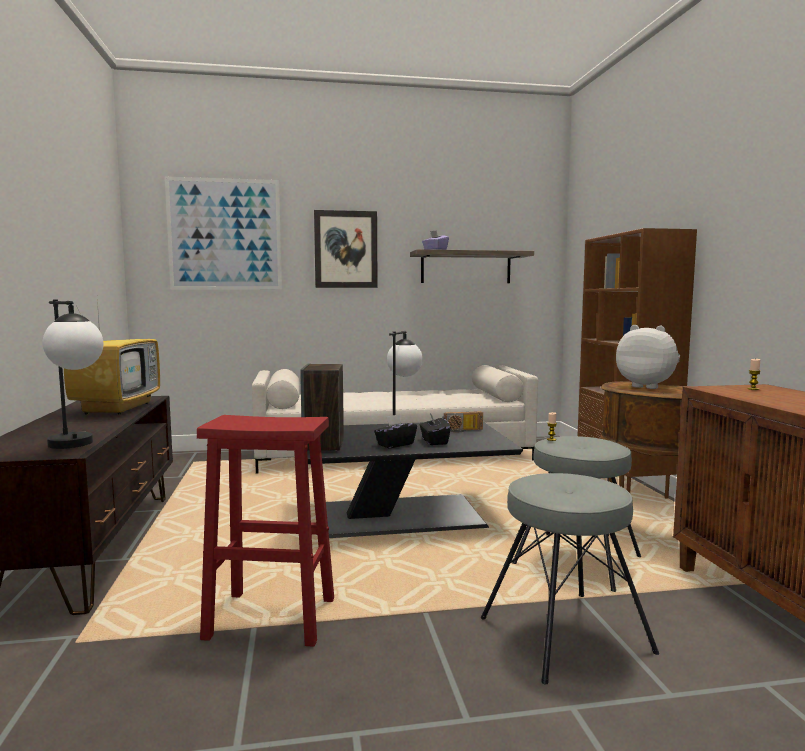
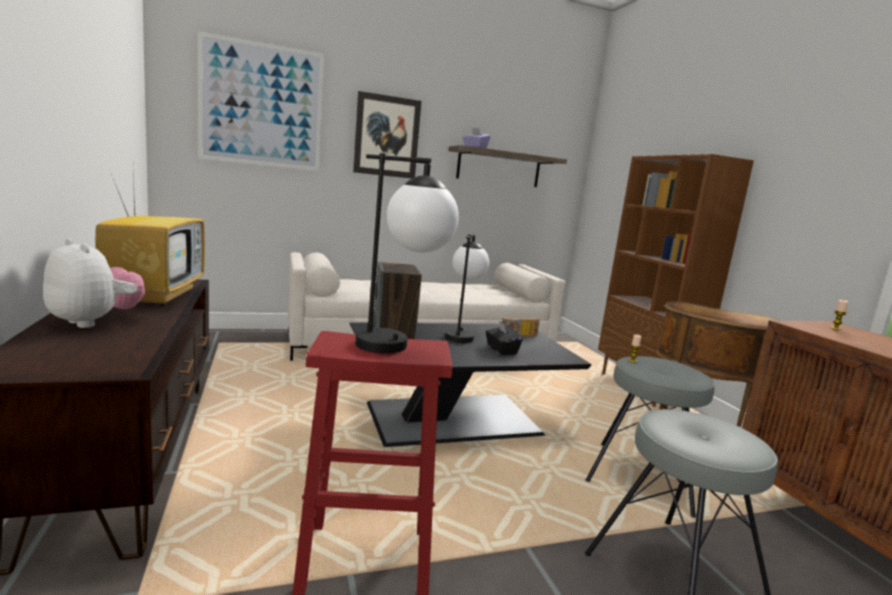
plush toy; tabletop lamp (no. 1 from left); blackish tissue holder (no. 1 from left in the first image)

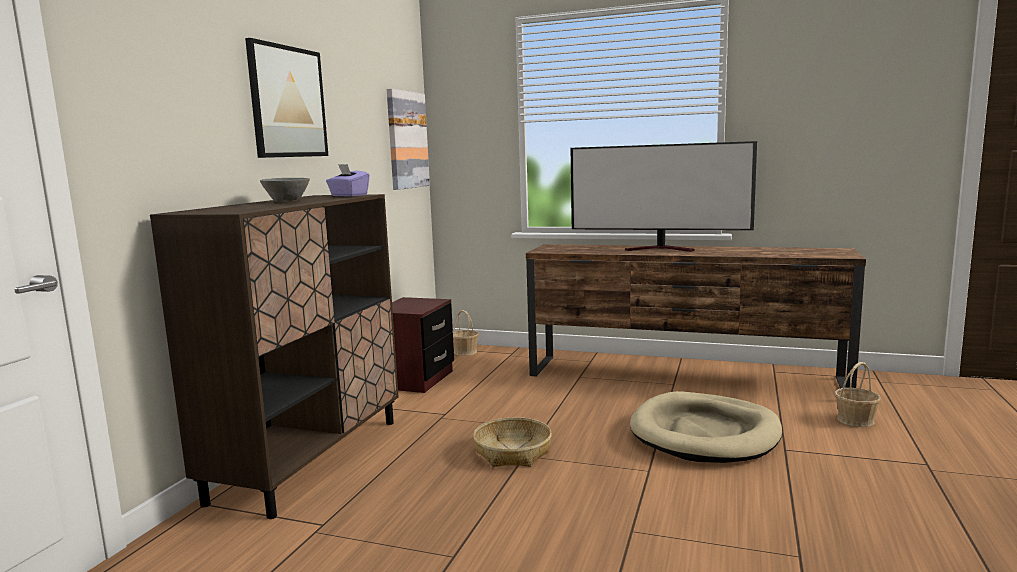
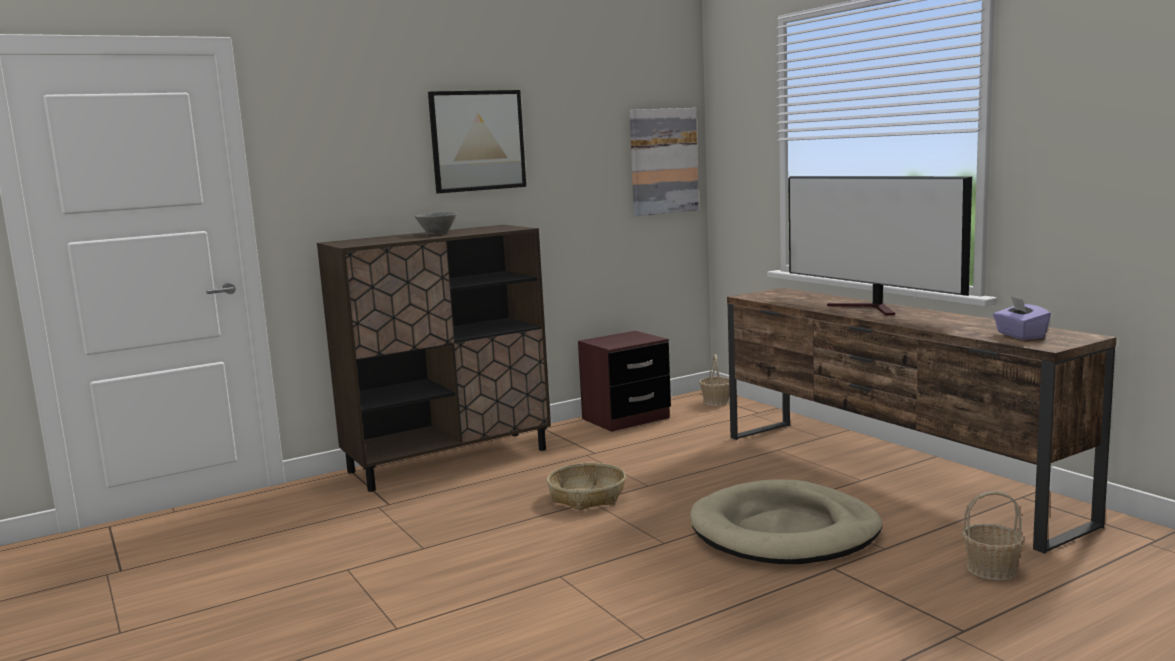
purplish tissue holder

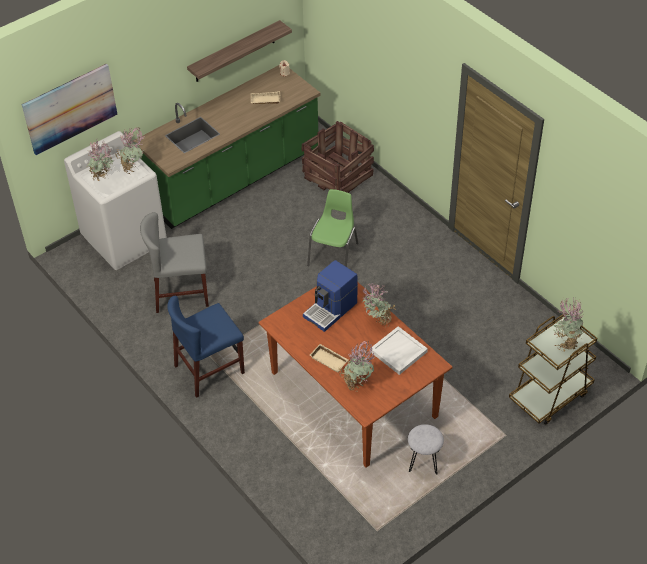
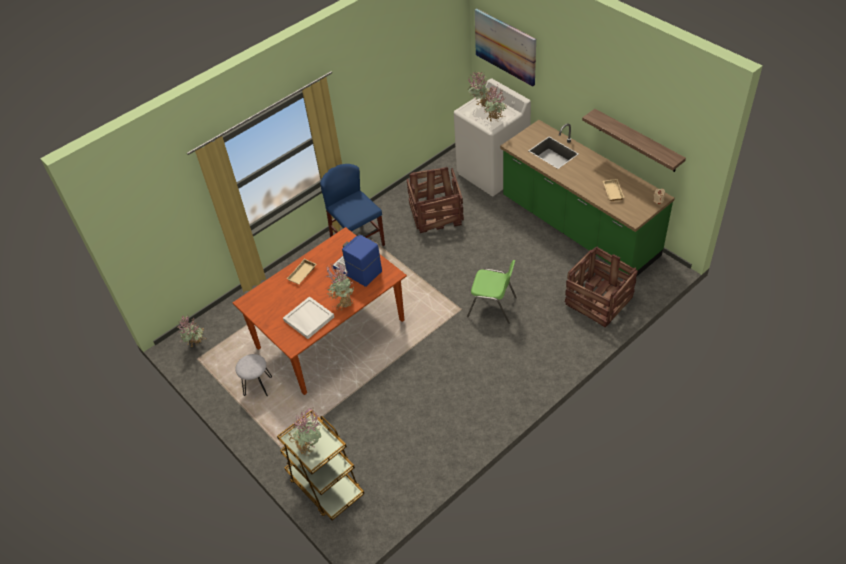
potted plant (no. 1 from left); crate (no. 1 from left)

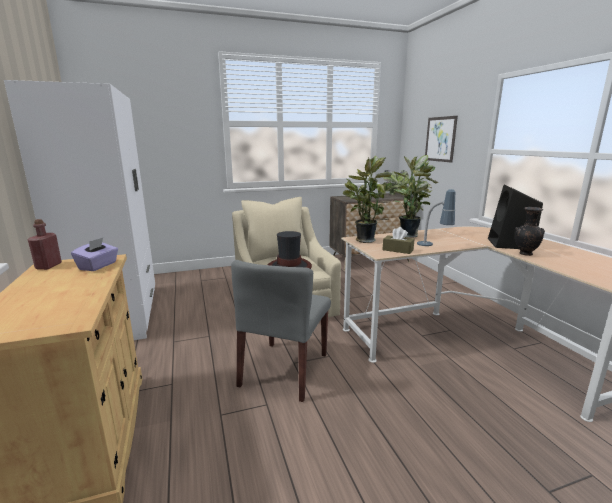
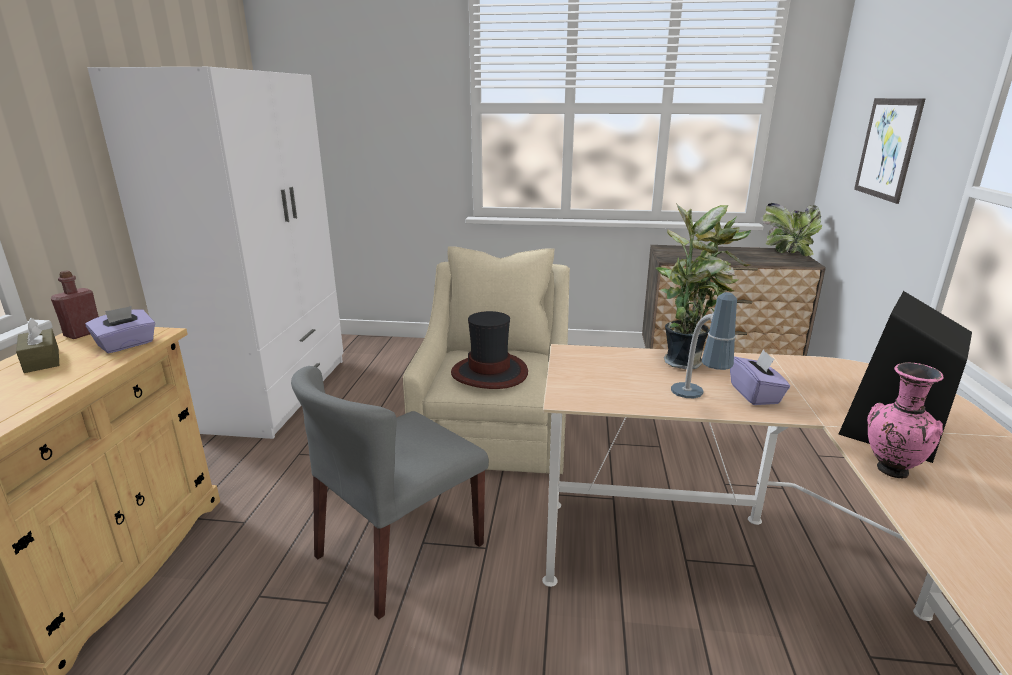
brown tissue holder; purplish tissue holder (no. 2 from left); pink flower vase; potted plant (no. 1 from left in the first image)

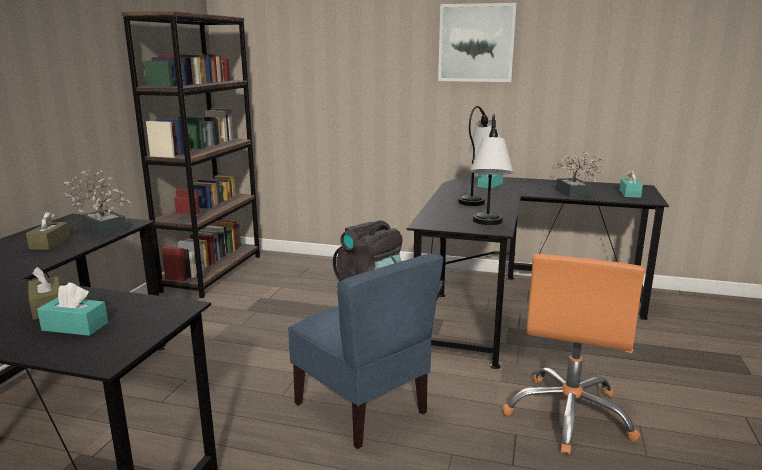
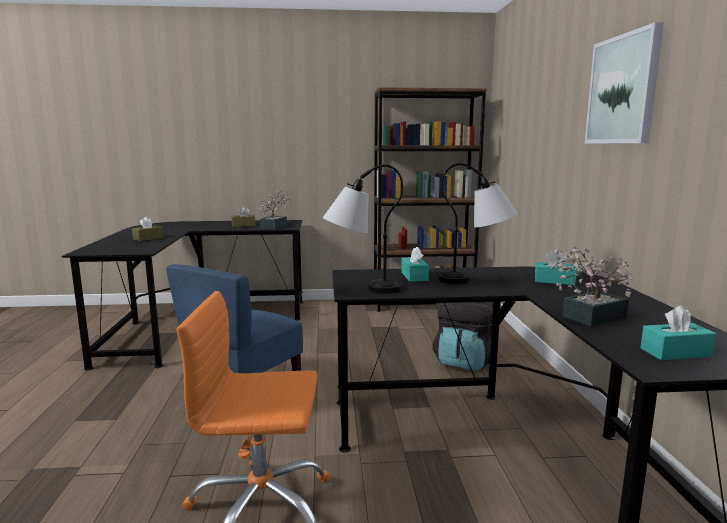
turquoise tissue holder (no. 1 from left)

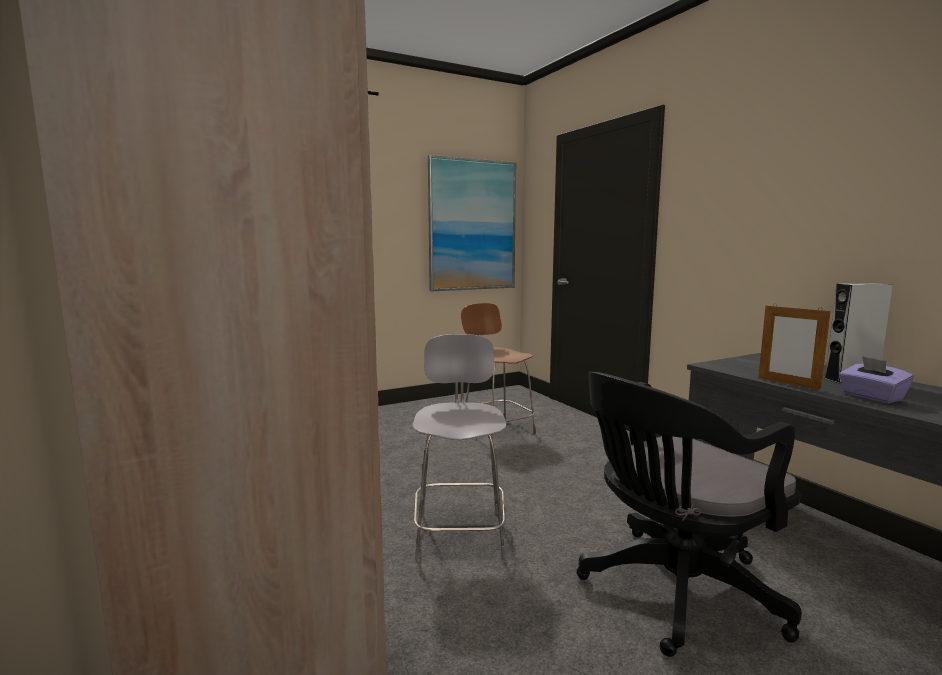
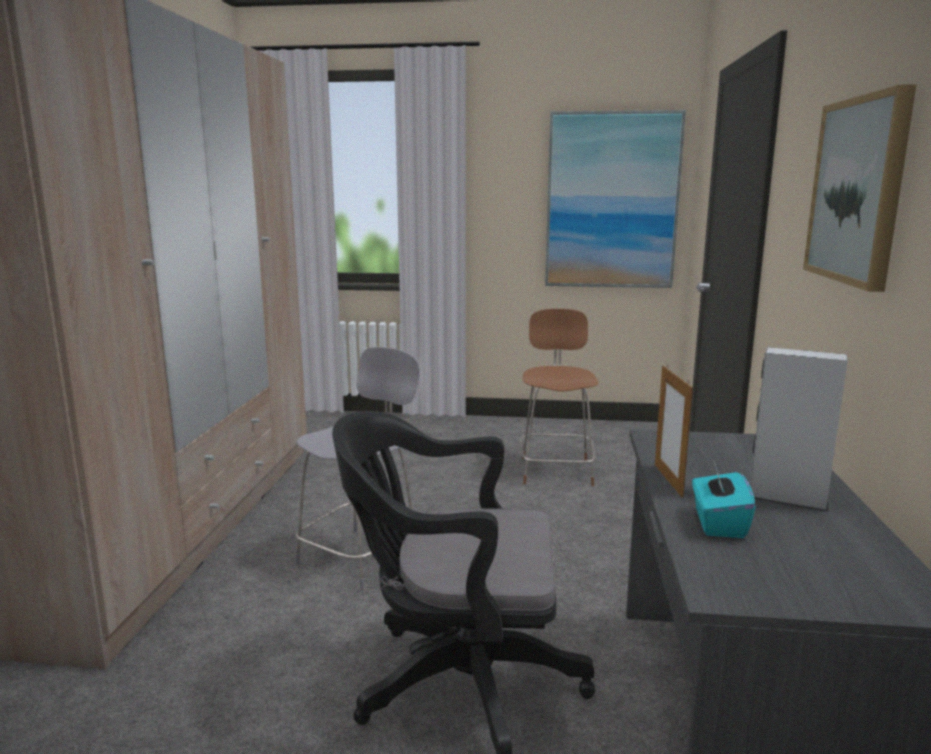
turquoise tissue holder; wall picture (no. 2 from left)

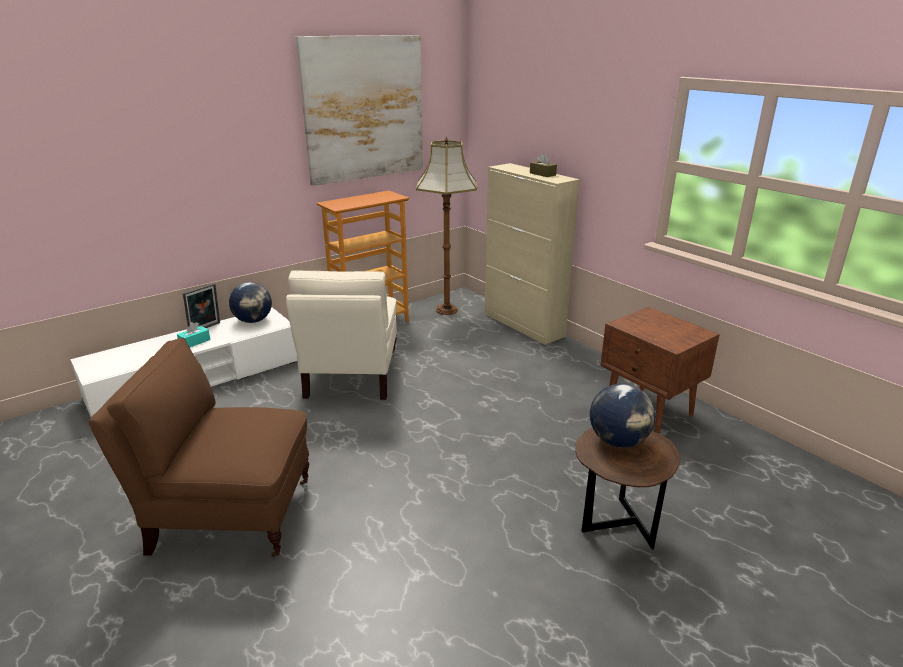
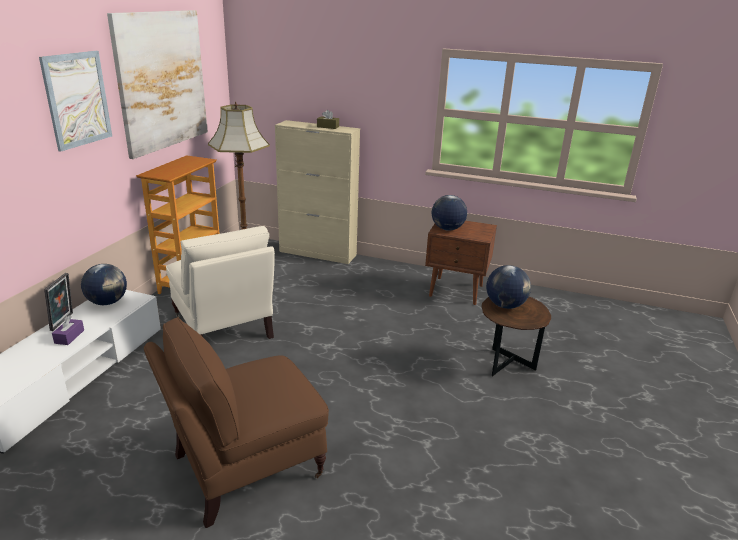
wall picture (no. 1 from left); purplish tissue holder; world globe (no. 2 from left)

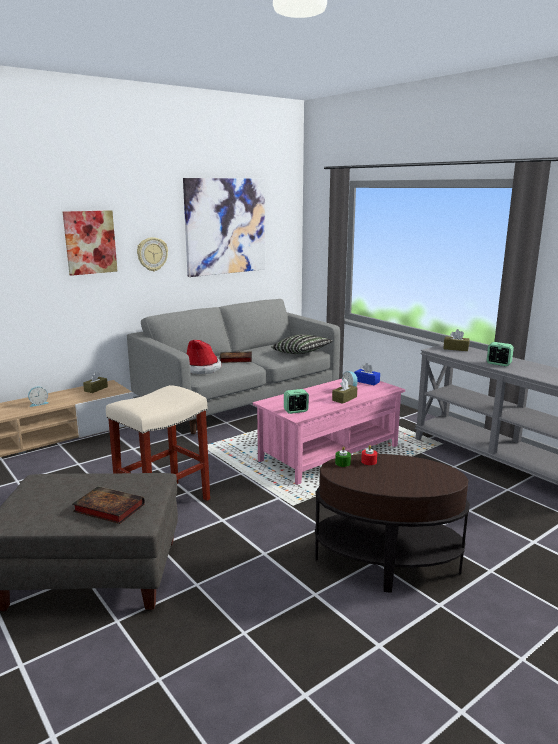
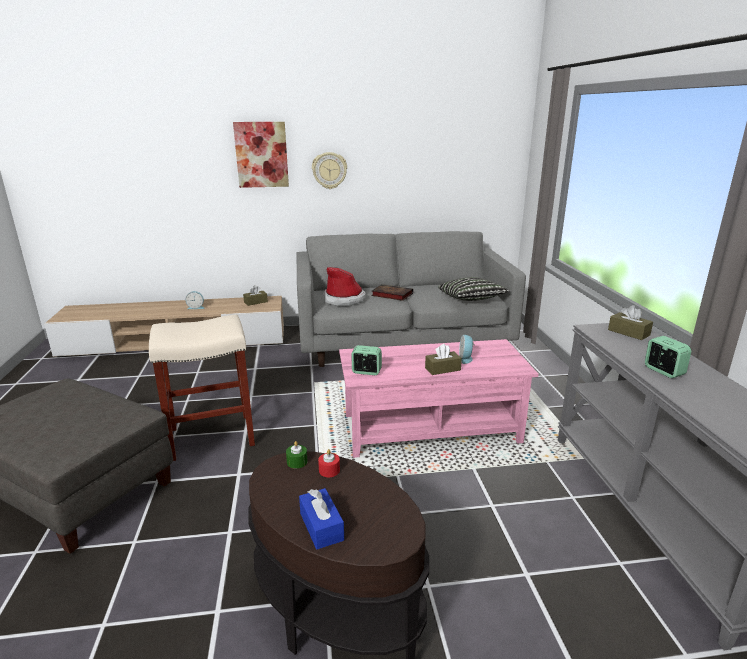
bluish tissue holder; book (no. 1 from left in the first image); wall picture (no. 2 from left in the first image)

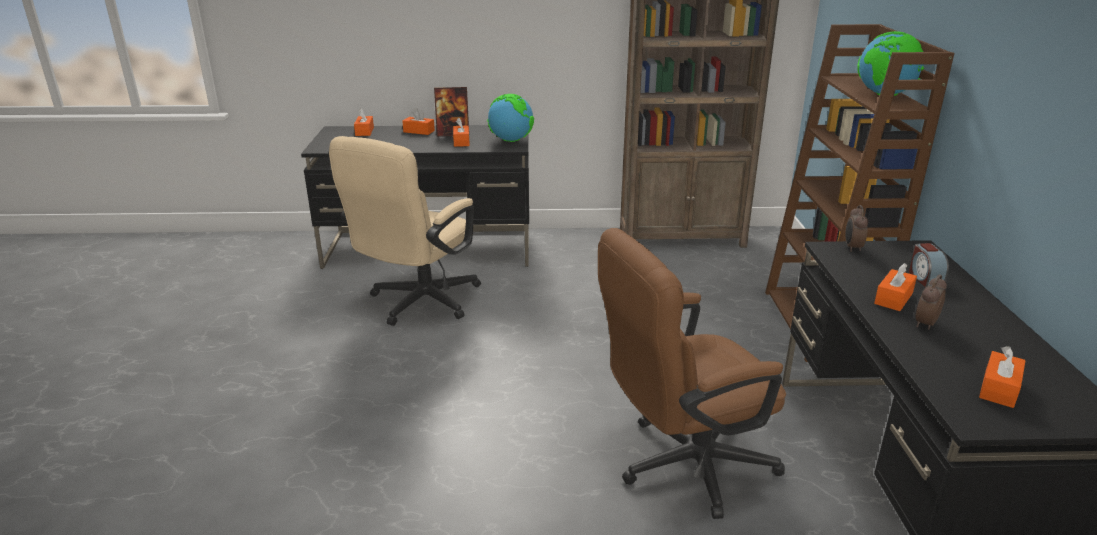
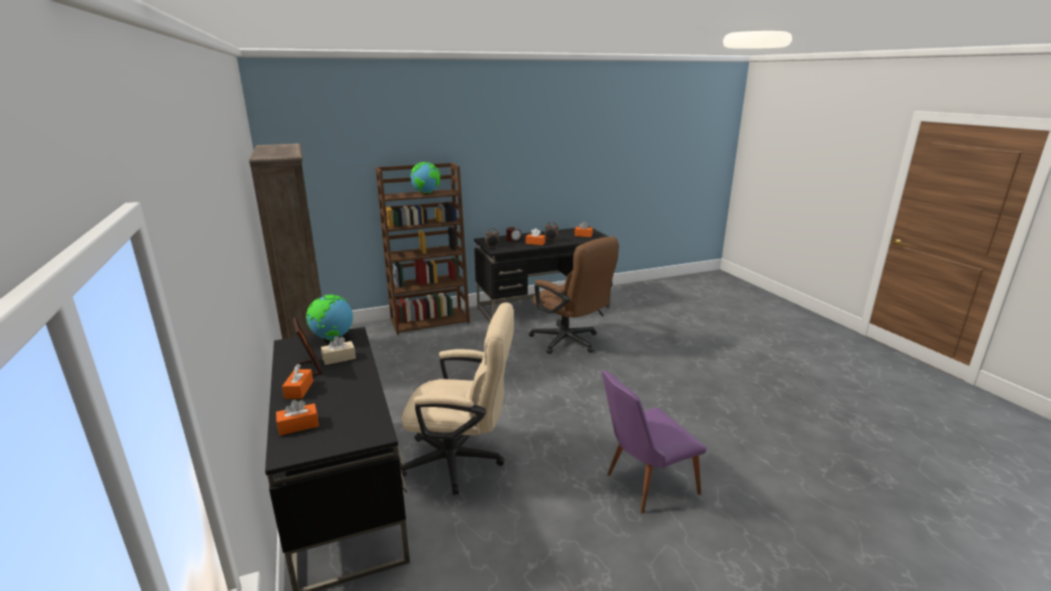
sand-coloured tissue holder; purplish chair

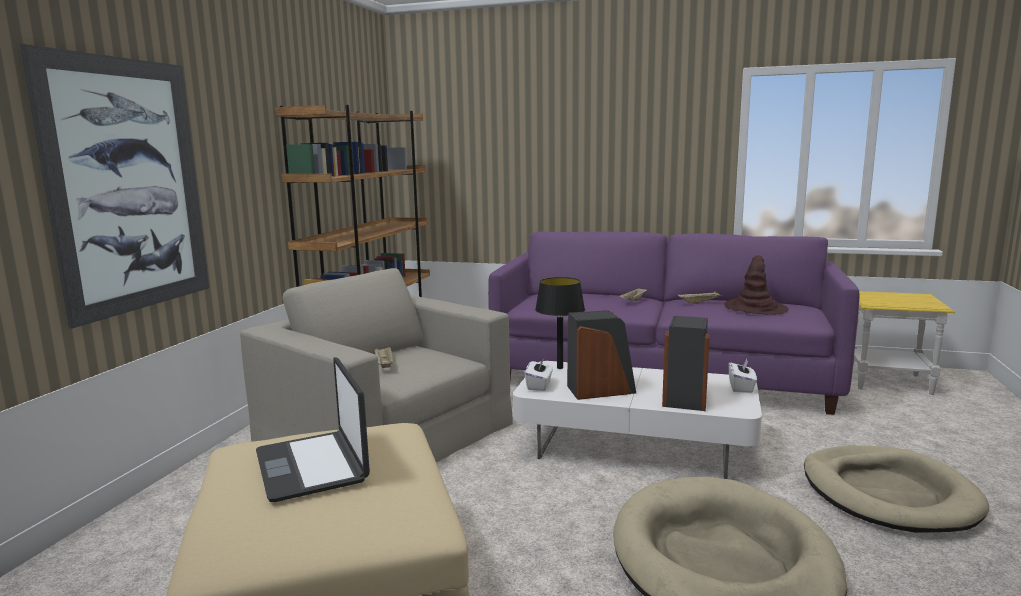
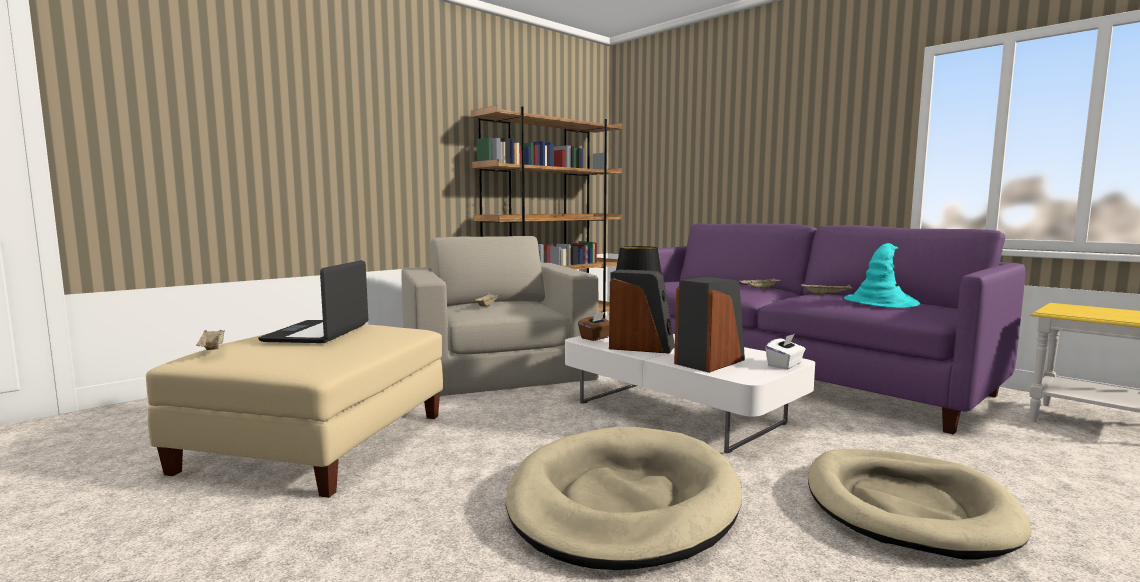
sand-coloured tray (no. 1 from left); brown tissue holder; turquoise clothing hat; wall picture

